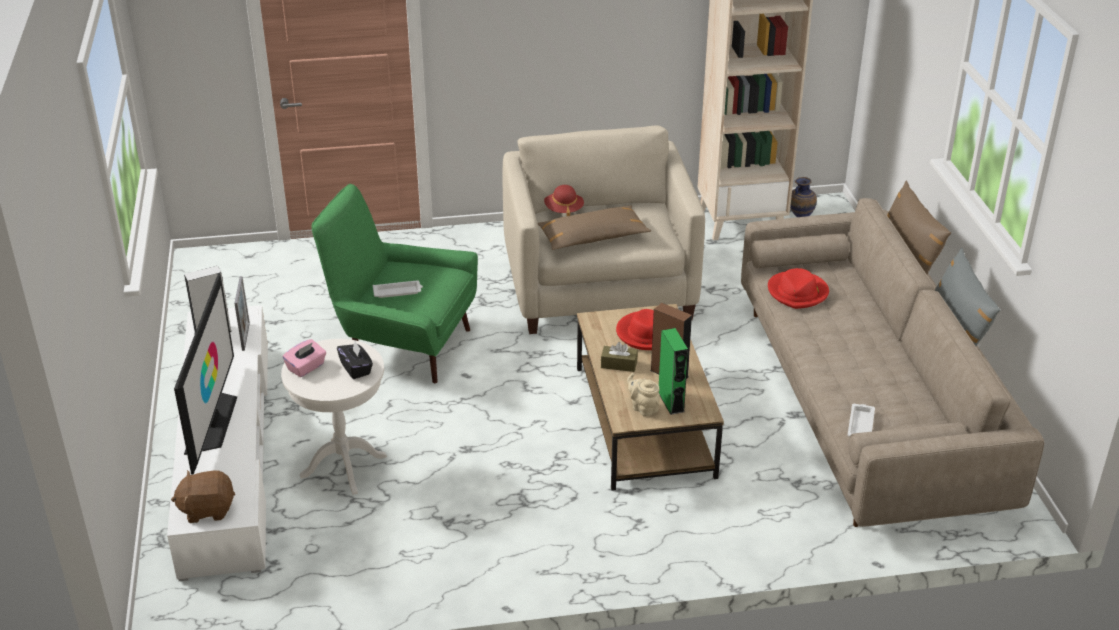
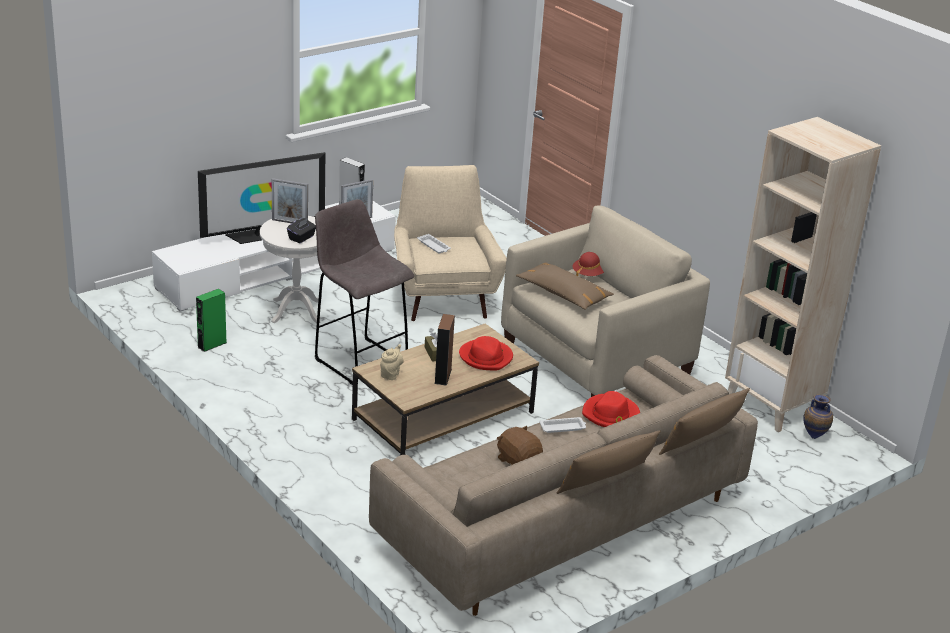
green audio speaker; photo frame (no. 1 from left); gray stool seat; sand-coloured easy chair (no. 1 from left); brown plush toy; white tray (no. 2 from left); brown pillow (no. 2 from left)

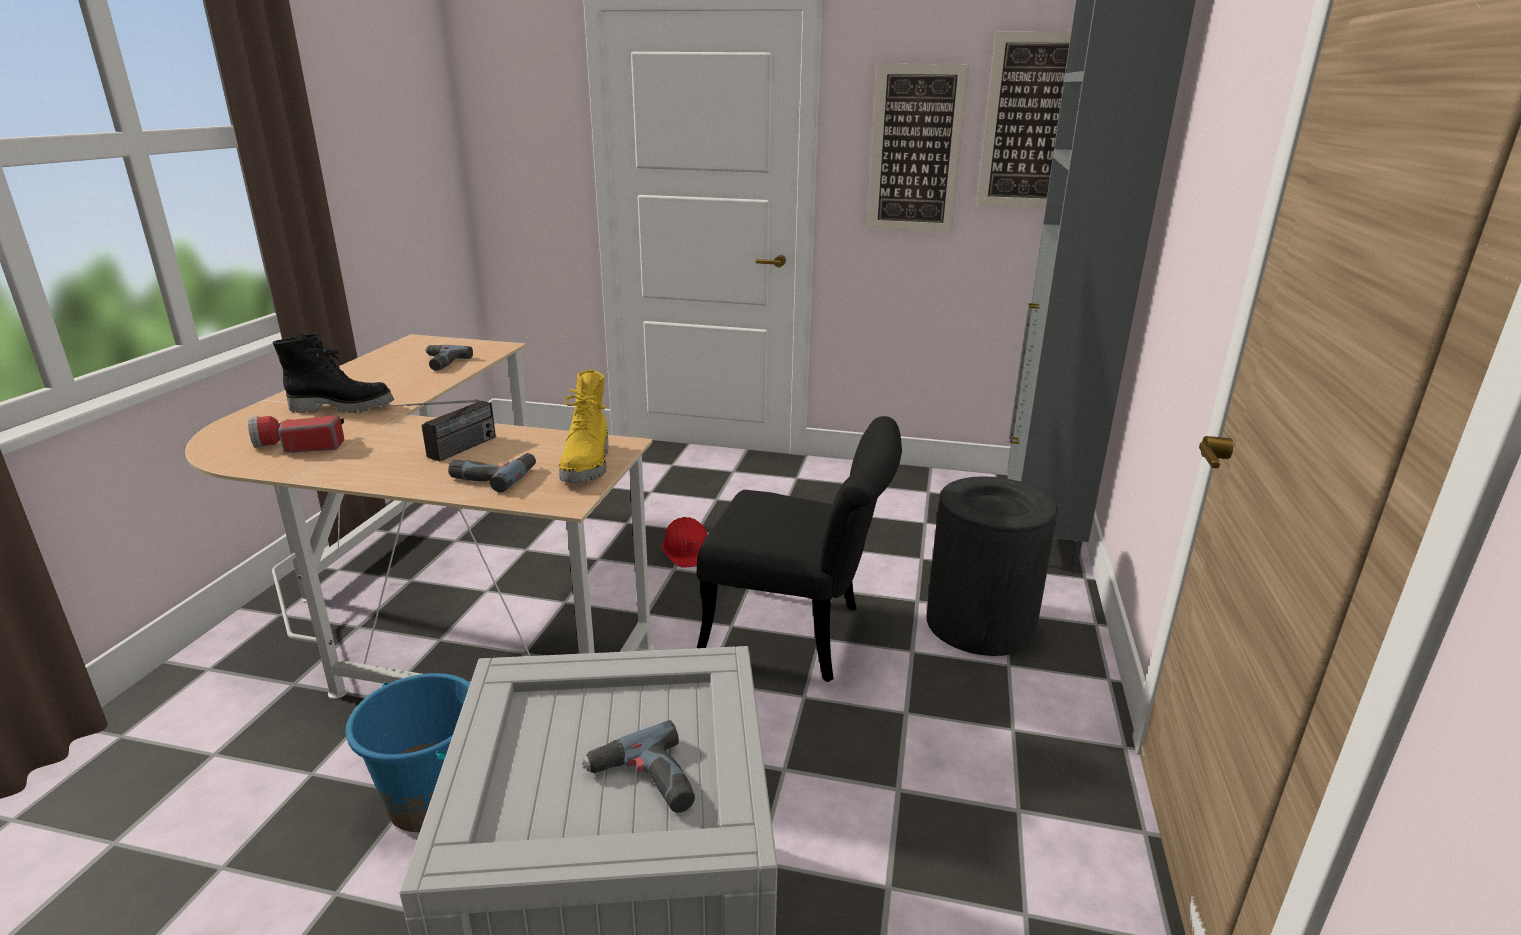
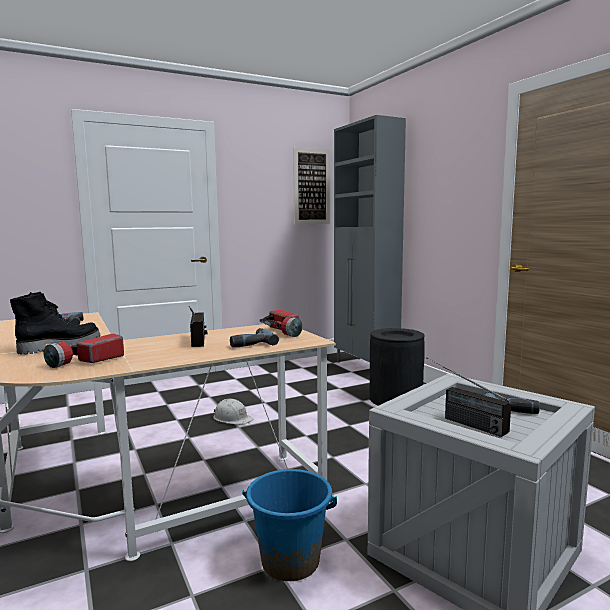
white work helmet; torch (no. 2 from left); radio (no. 2 from left); blackish chair; wall picture (no. 1 from left in the first image)

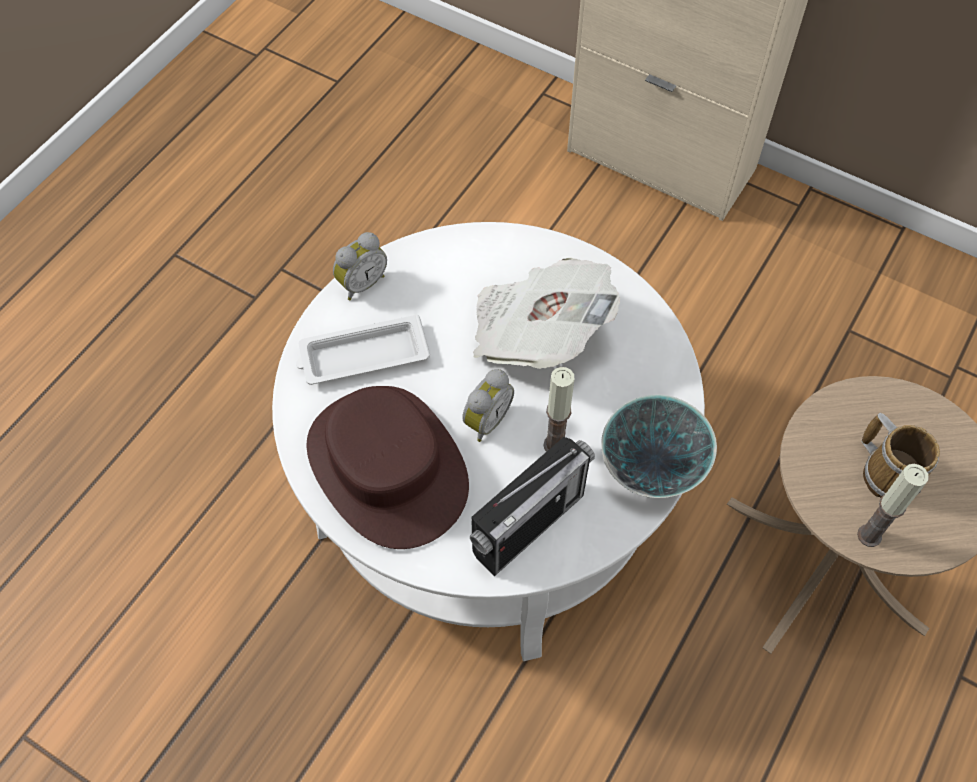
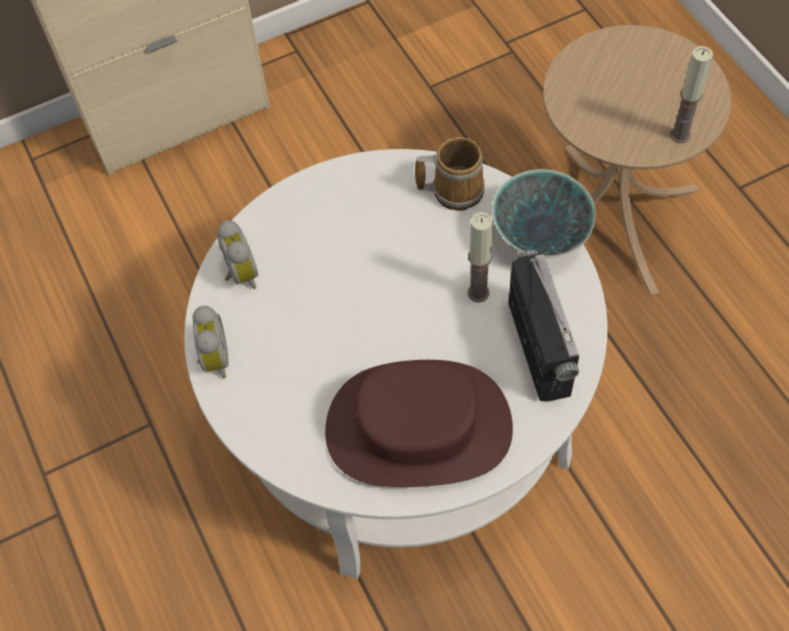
table clock (no. 2 from left); coffee mug; white tray; daily paper

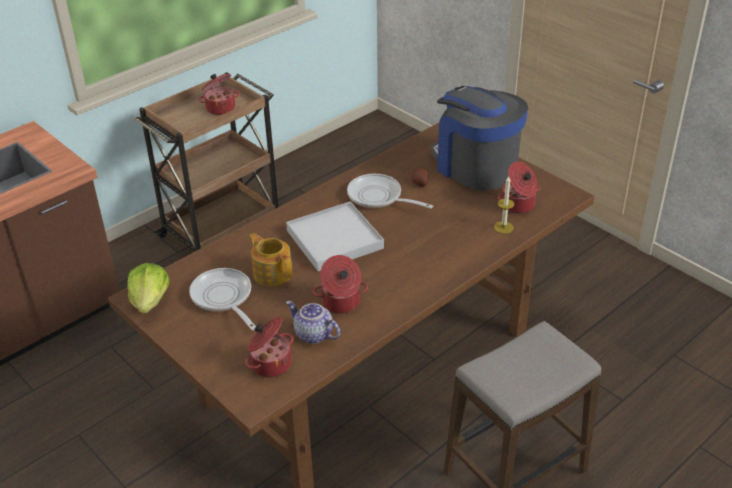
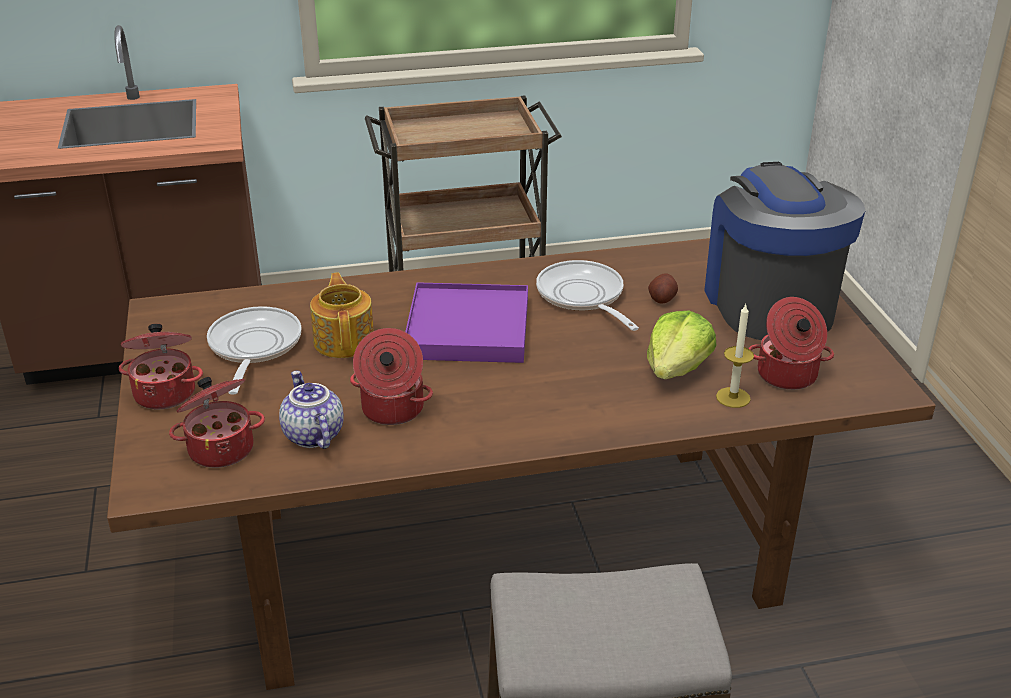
stockpot (no. 1 from left); purplish tray; head of lettuce

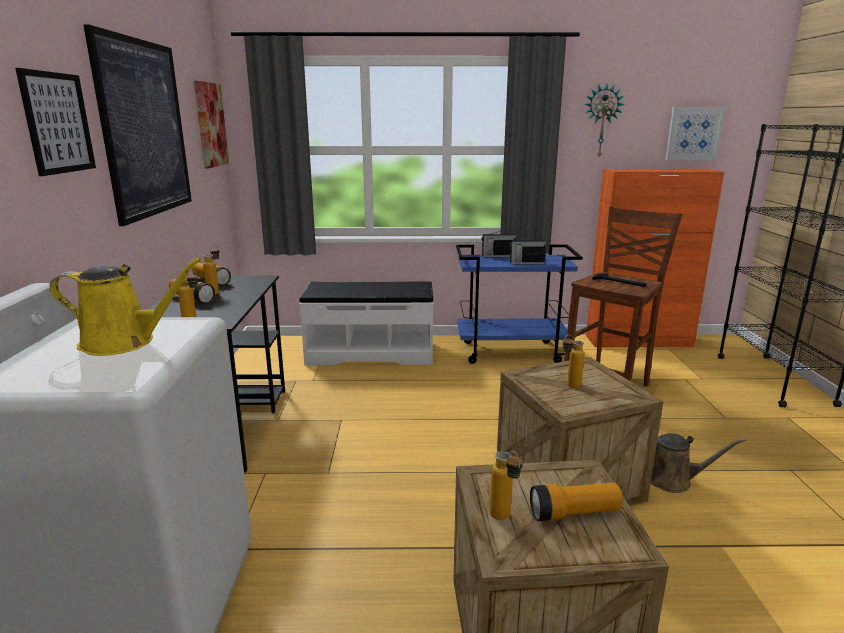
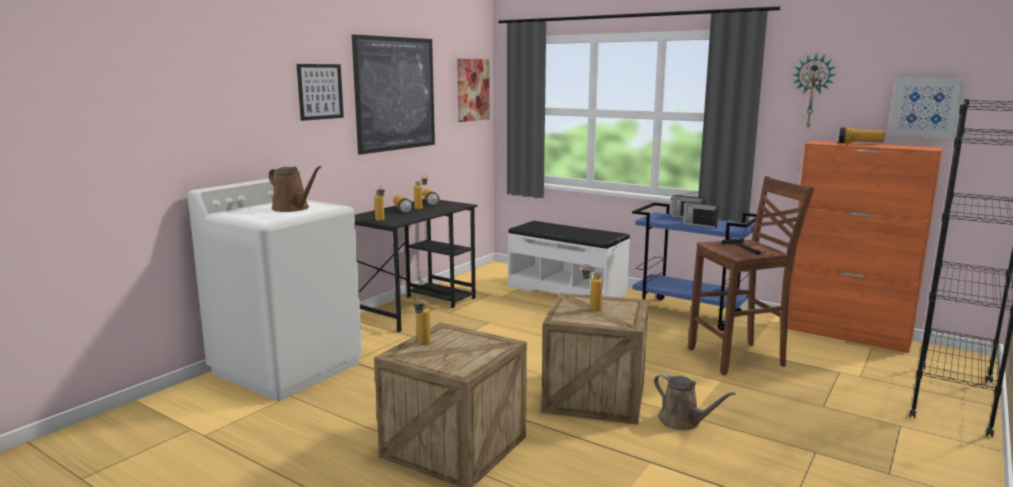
brown watering pot (no. 1 from left); torch (no. 3 from left)

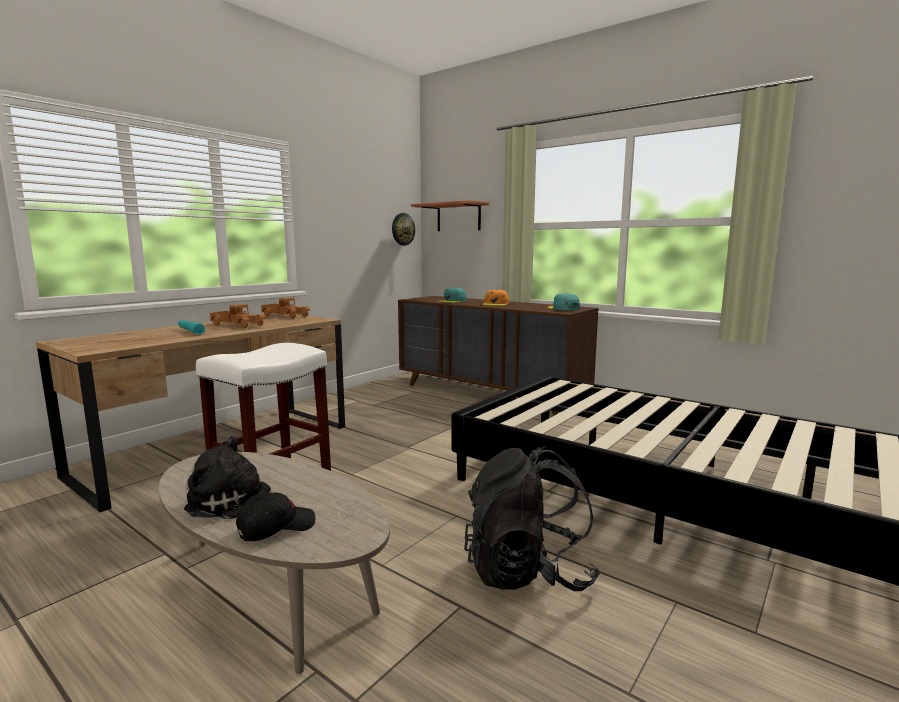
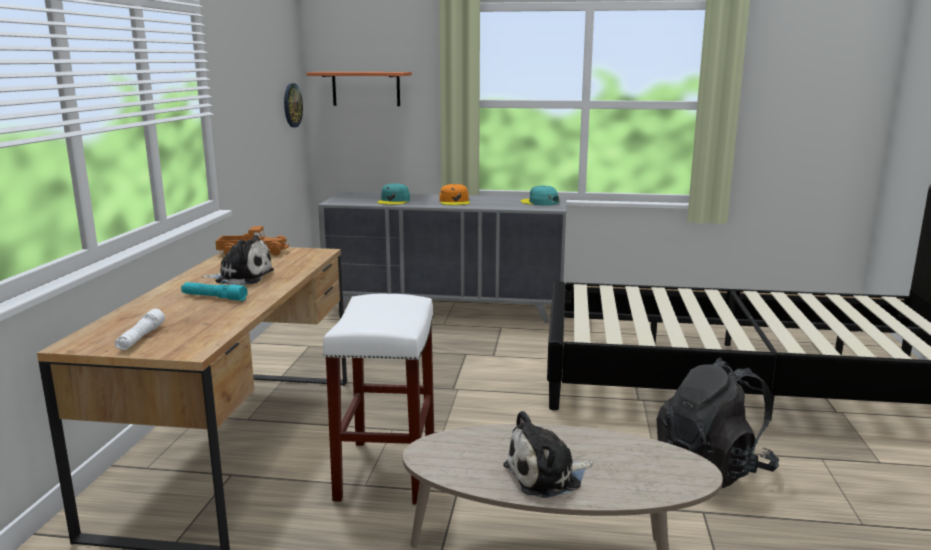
white torch; plush toy (no. 1 from left); gray drawer chest; blackish cap

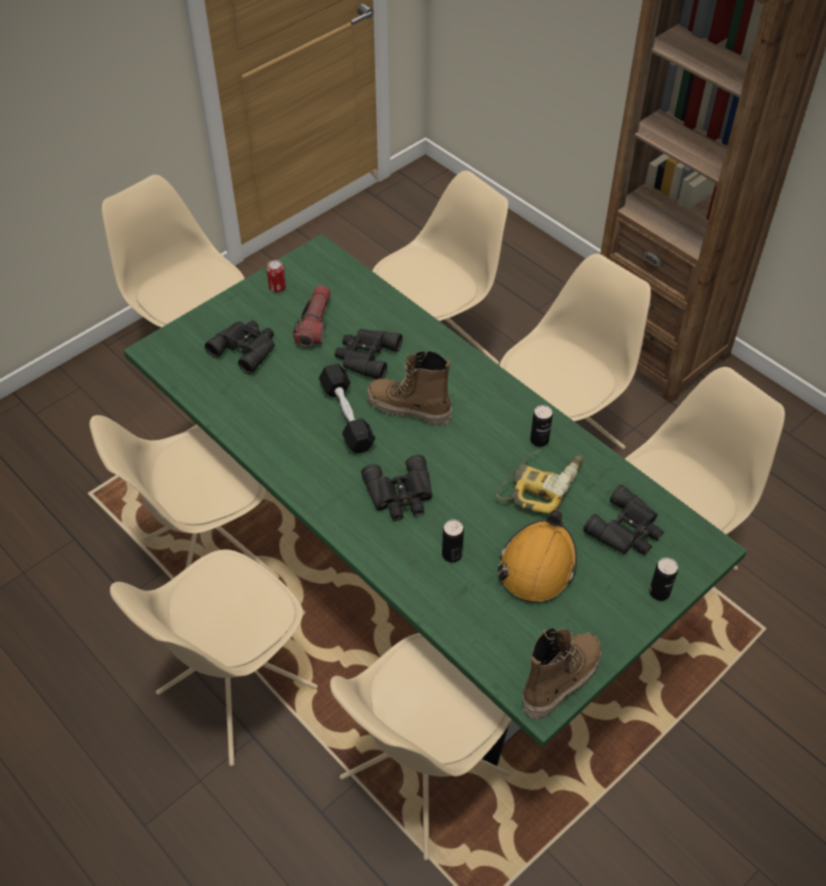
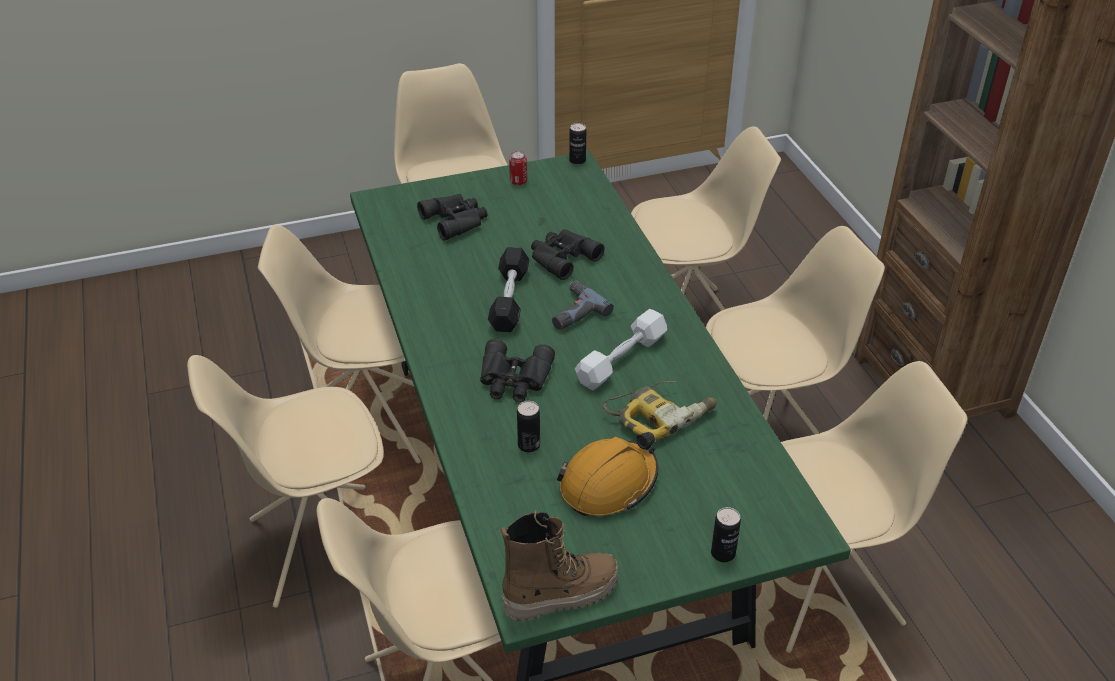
drill (no. 1 from left); can (no. 3 from left); white free weight; torch; blackish binoculars (no. 4 from left in the first image)

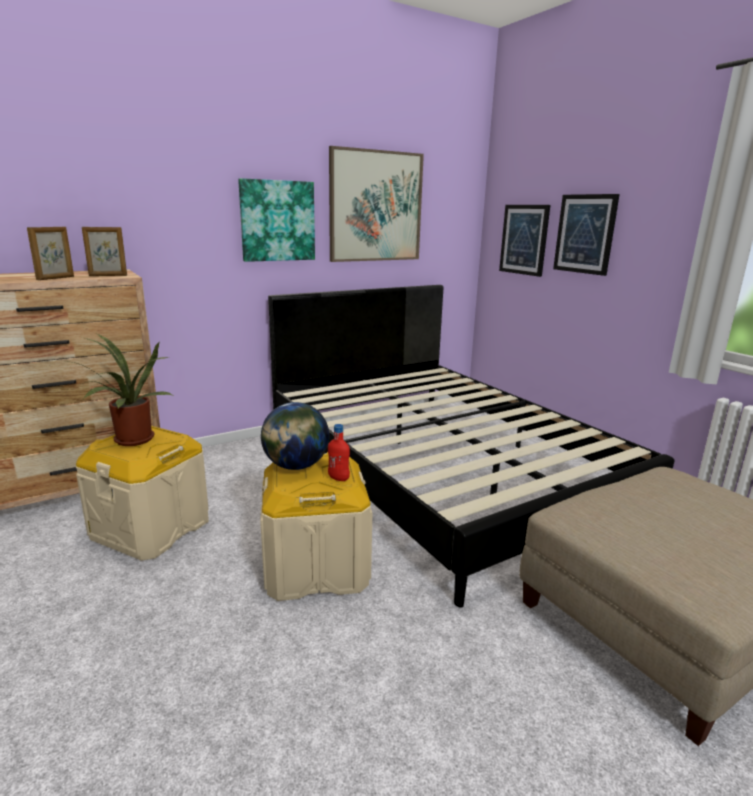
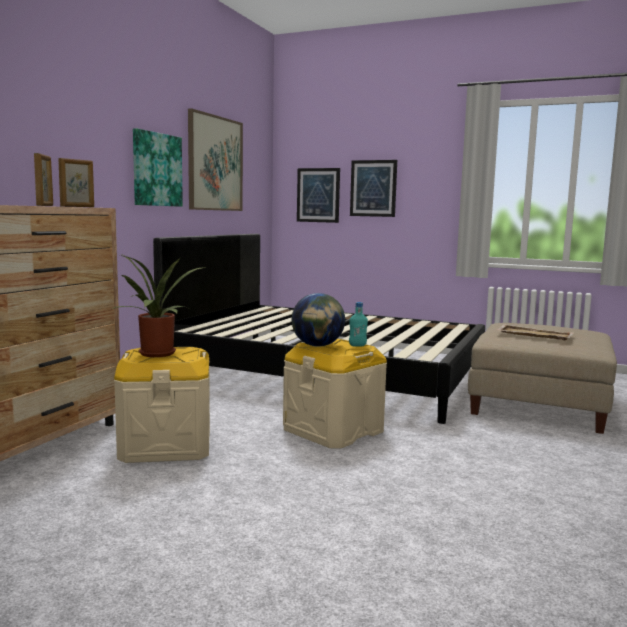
turquoise bottle; sand-coloured tray

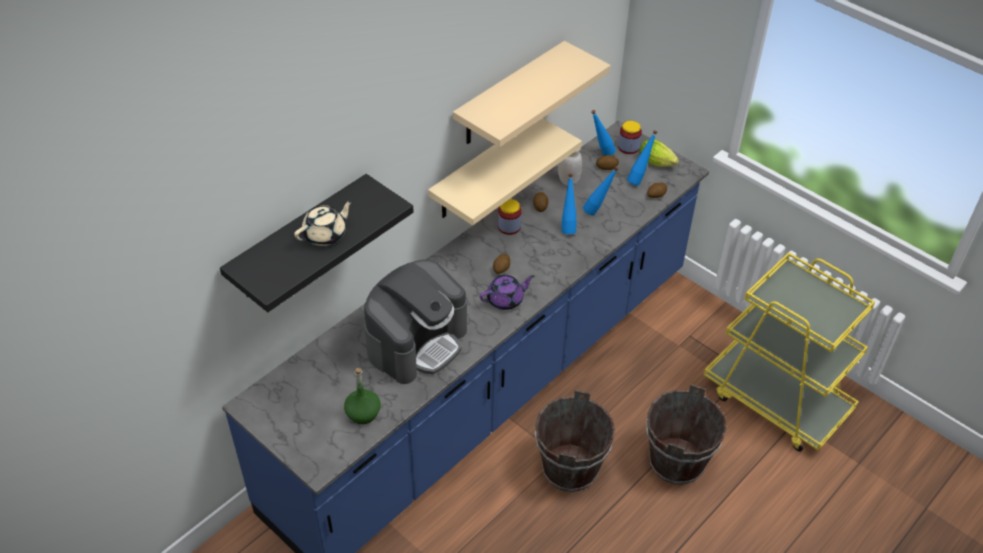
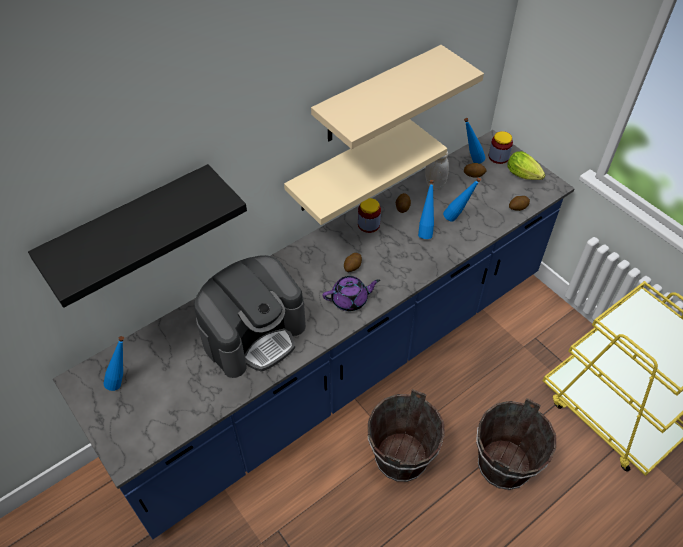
bluish bottle (no. 1 from left); sand-coloured pot for tea; green bottle

